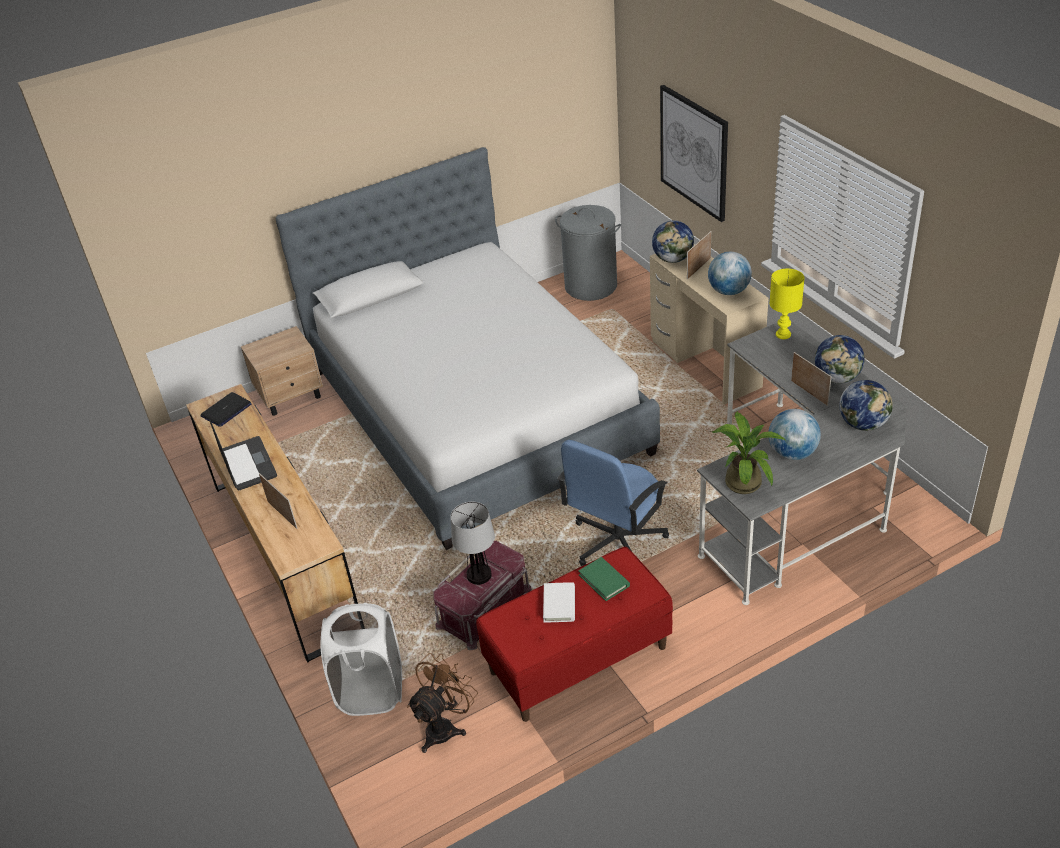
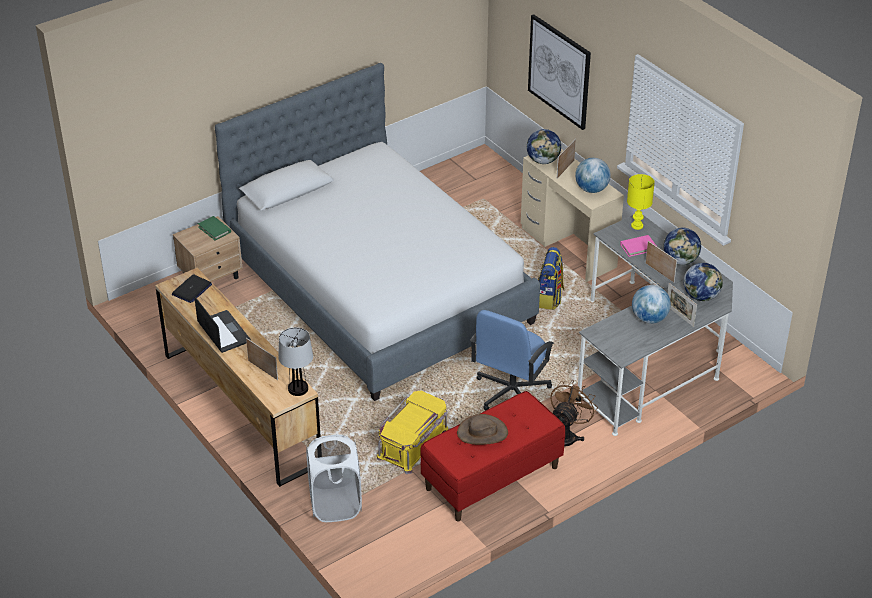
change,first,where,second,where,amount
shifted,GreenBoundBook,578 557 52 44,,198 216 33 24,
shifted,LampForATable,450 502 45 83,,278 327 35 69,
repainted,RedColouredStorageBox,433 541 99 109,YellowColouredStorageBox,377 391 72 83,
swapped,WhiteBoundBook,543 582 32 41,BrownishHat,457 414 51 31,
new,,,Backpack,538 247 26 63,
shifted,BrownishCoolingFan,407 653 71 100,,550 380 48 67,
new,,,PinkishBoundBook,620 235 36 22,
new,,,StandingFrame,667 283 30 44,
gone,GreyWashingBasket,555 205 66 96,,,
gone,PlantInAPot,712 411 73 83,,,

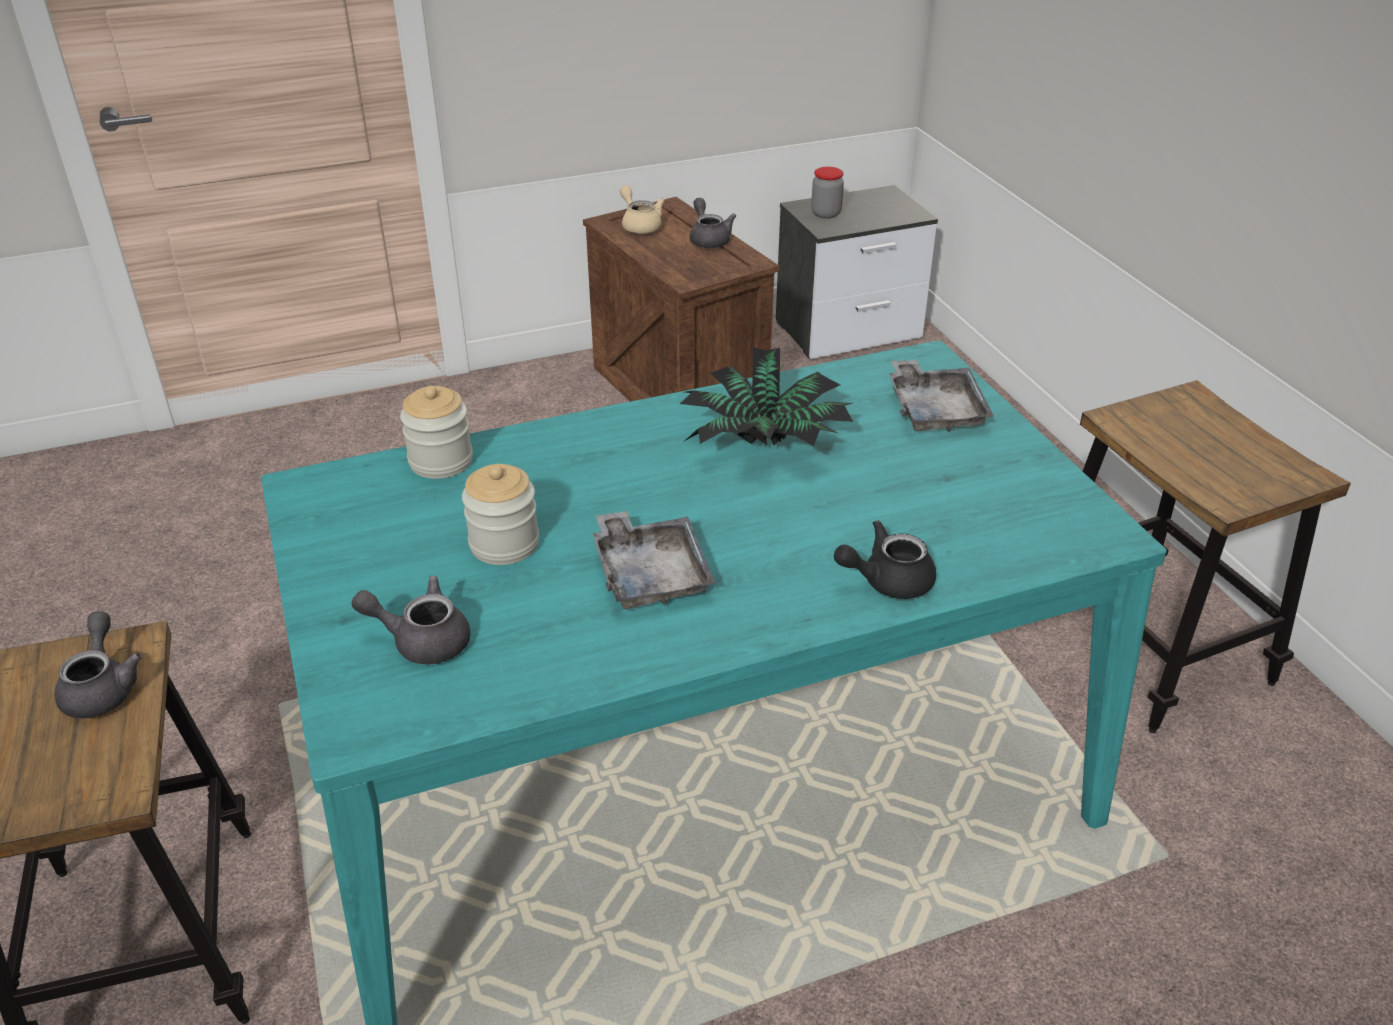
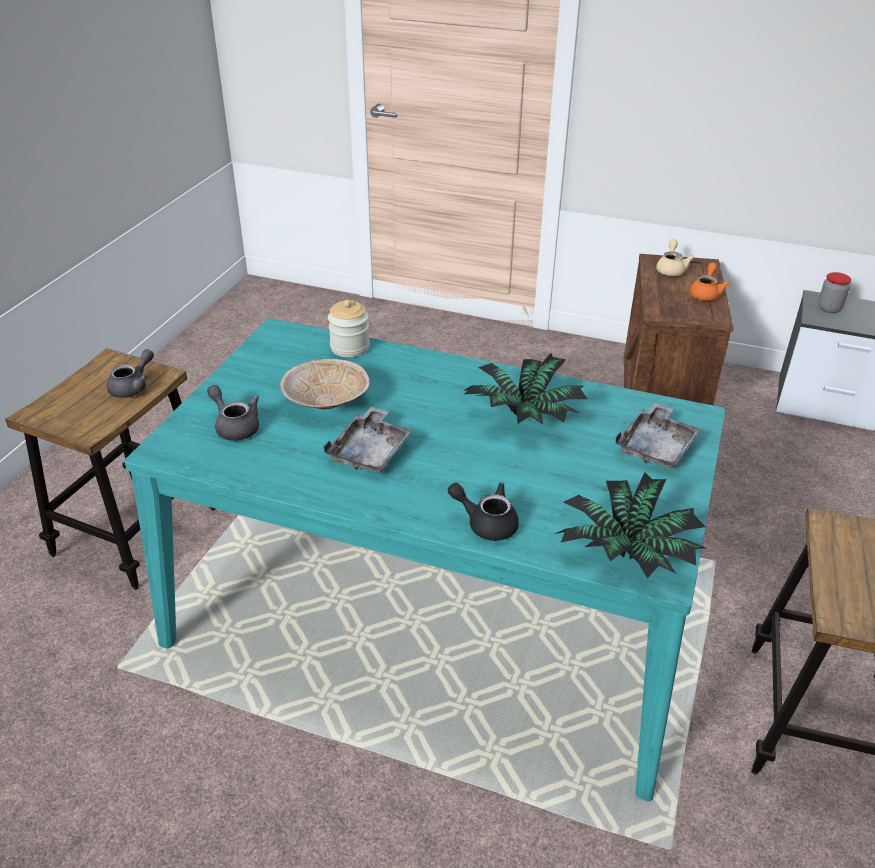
change,first,where,second,where,amount
swapped,StorageJar,462 464 77 101,BeigeBowl,280 359 90 50,
new,,,PlantInAPot,555 472 151 106,
repainted,GreyTeaPot,690 198 46 50,OrangeyTeaPot,689 263 41 38,

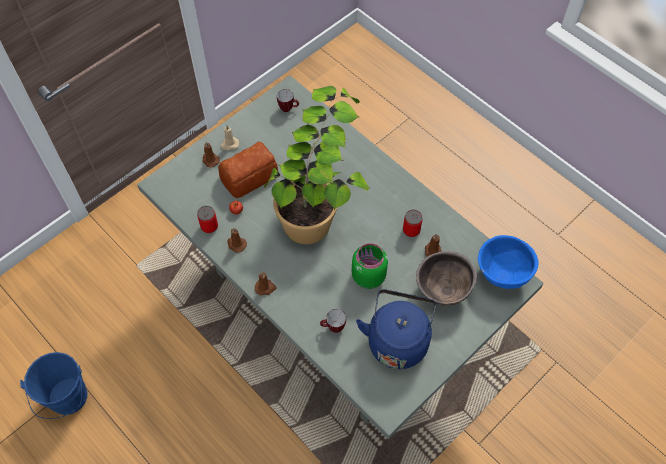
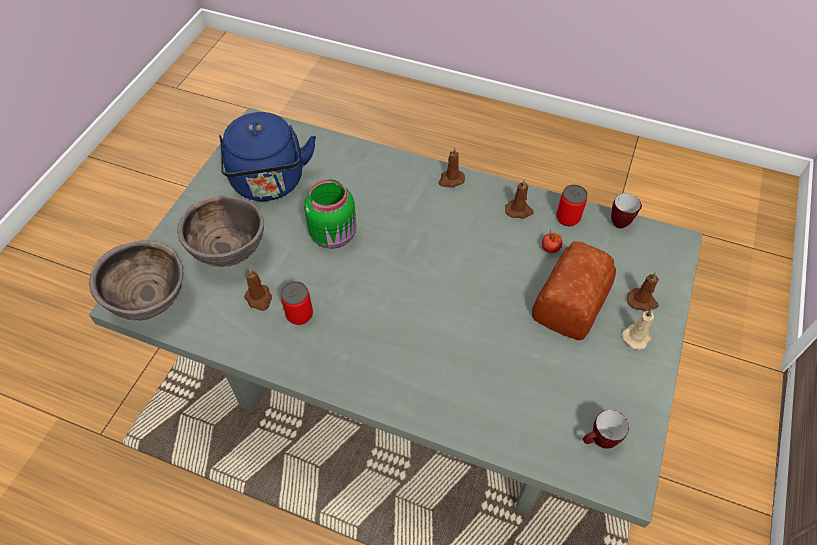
change,first,where,second,where,amount
repainted,BlueColouredBowl,478 235 61 54,BrownishBowl,89 241 94 80,
shifted,TeaMug,320 309 26 24,,611 193 31 35,
gone,BlueColouredBucket,20 352 68 67,,,
gone,PlantInAPot,264 86 106 158,,,

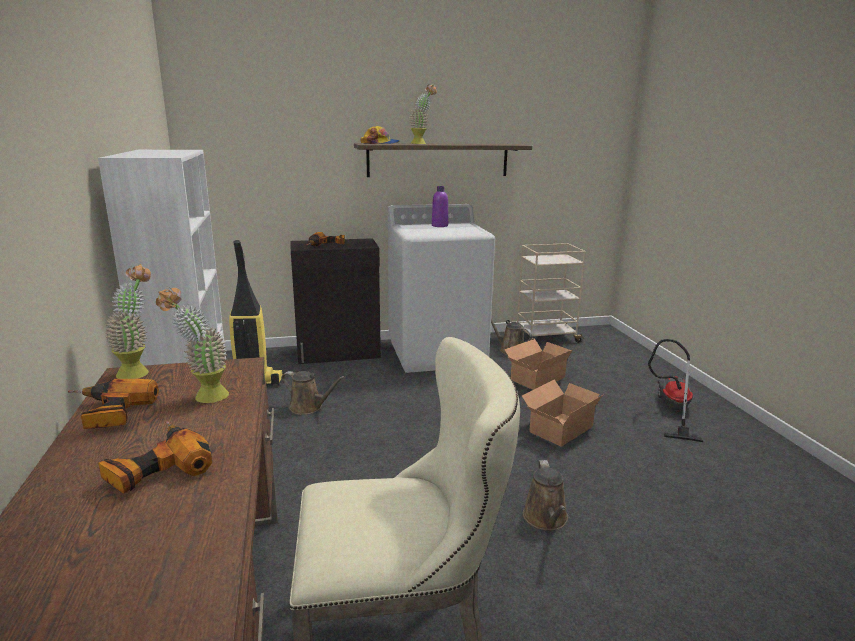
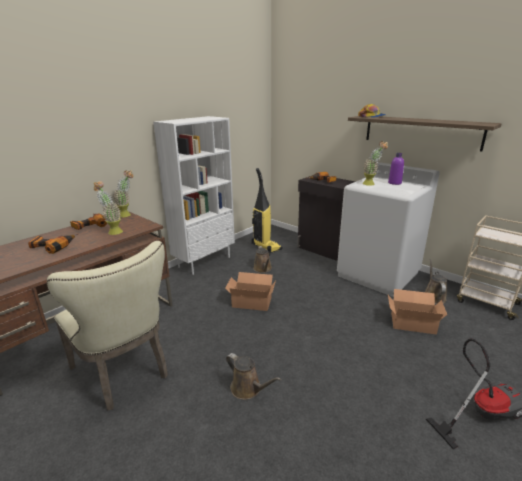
change,first,where,second,where,amount
shifted,Carton,522 379 82 68,,225 272 51 39,
rotated,BrownishWateringCan,523 460 45 71,,226 353 55 47,105 degrees counterclockwise
shifted,PlantInAPot,410 85 27 59,,363 141 25 45,

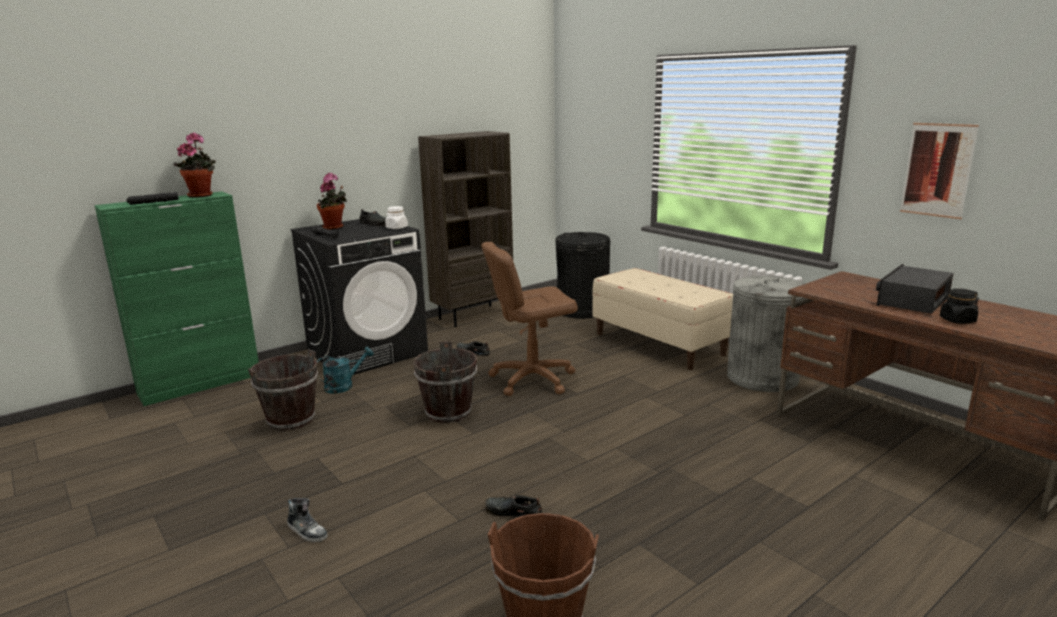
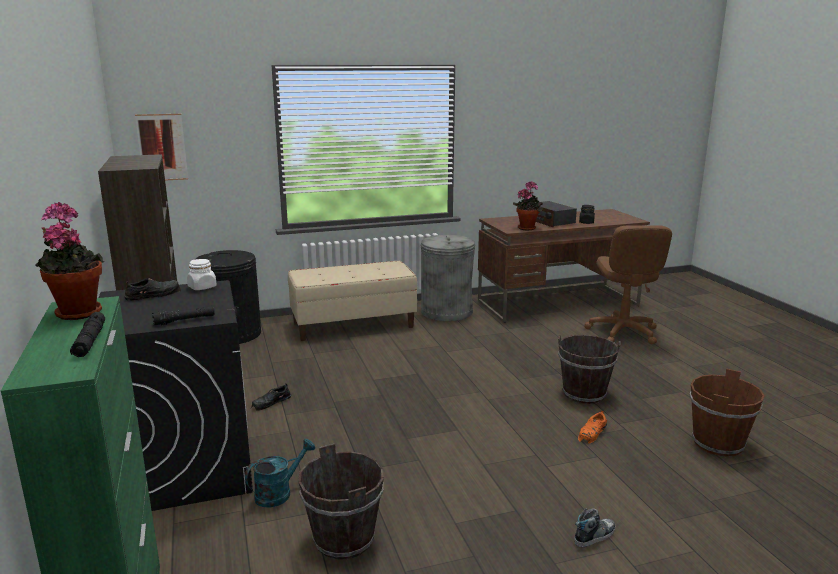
change,first,where,second,where,amount
shifted,WallArt,900 123 79 96,,135 114 53 66,
rotated,BlueGreenWateringCan,316 346 57 48,,245 439 70 68,60 degrees clockwise
shifted,PlantInAPot,317 173 30 57,,513 181 30 49,
shifted,BrownishBucket,413 341 64 82,,558 335 62 69,
repainted,BlackShoe,486 495 57 22,OrangeyShoe,578 410 29 33,
shifted,BrownishDeskChair,481 242 97 154,,584 225 88 119,

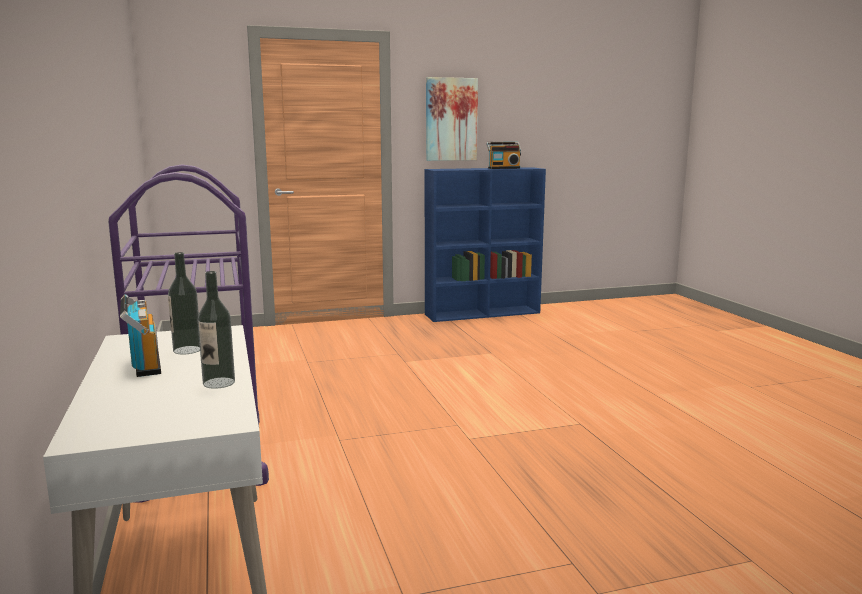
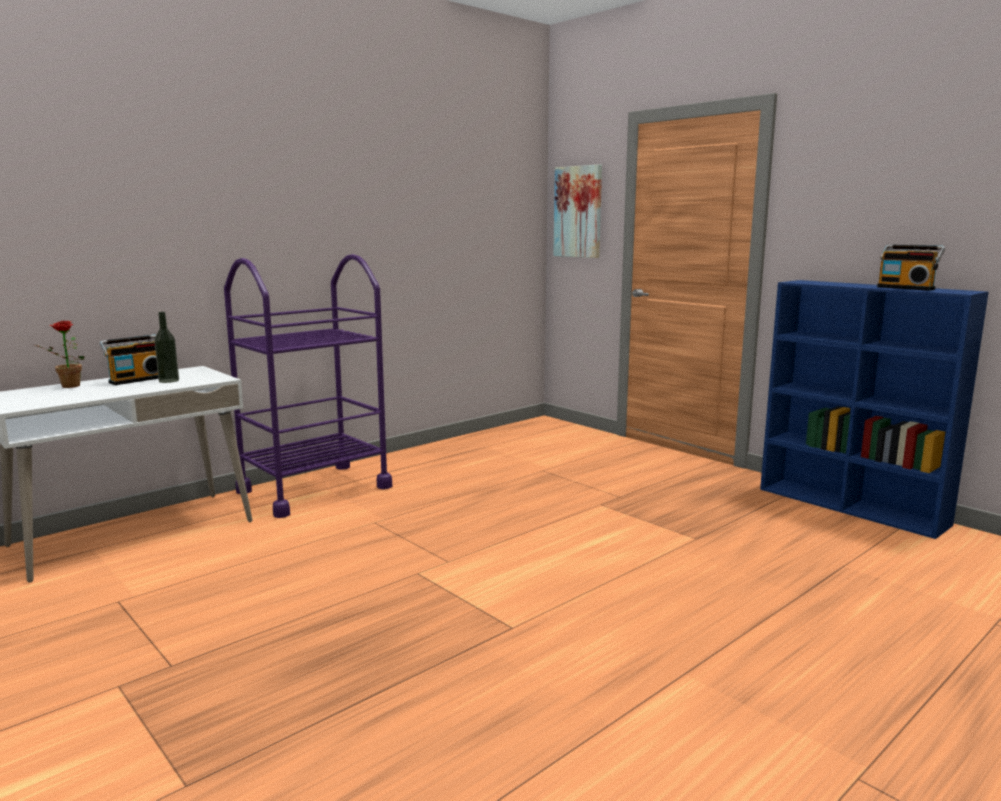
change,first,where,second,where,amount
new,,,PlantInAPot,35 321 50 67,
shifted,WallArt,426 77 52 84,,553 164 49 94,
gone,DrinkBottle,198 271 37 118,,,

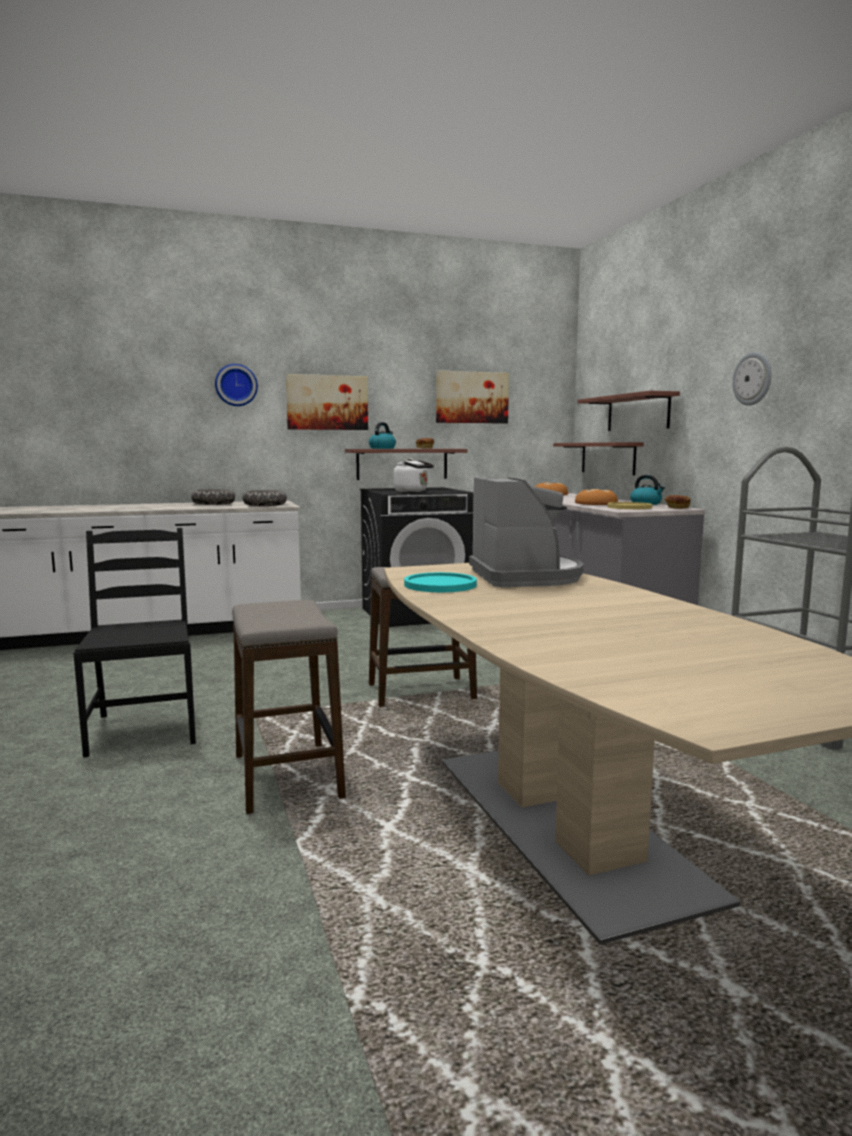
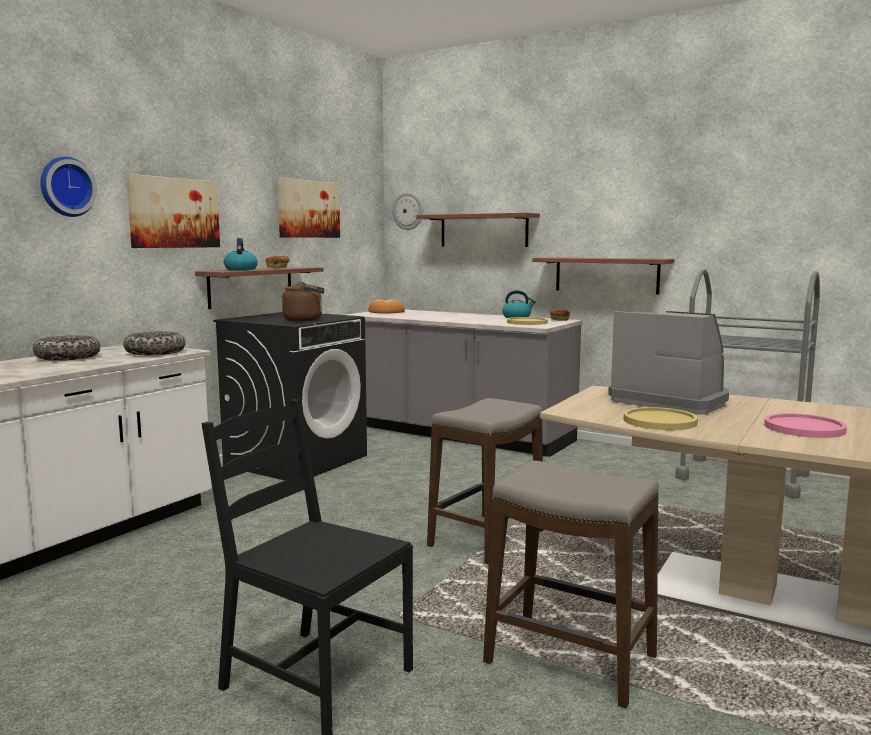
change,first,where,second,where,amount
repainted,WhiteKettle,394 458 40 34,BrownishKettle,282 282 42 40,
shifted,WallClock,732 352 40 54,,392 192 31 38,
shifted,WallShelf,553 442 91 33,,532 257 143 37,
repainted,BlueGreenDinnerPlate,404 572 73 20,YellowColouredDinnerPlate,624 407 74 23,
new,,,PinkishDinnerPlate,764 413 83 25,
gone,BakedBread,575 489 43 16,,,

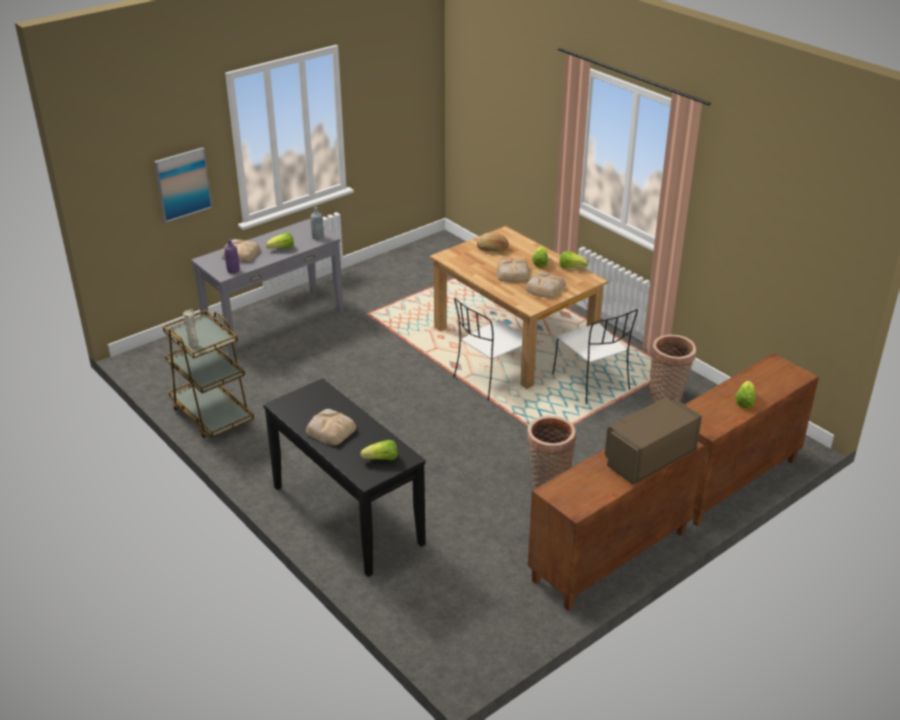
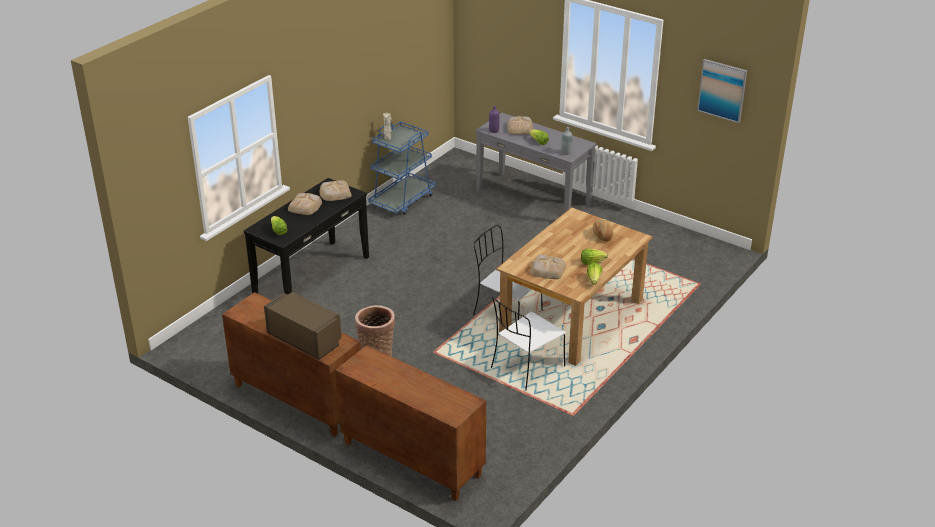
change,first,where,second,where,amount
shifted,BakedBread,496 259 34 23,,320 180 32 21,
repainted,BrownishTrolley,163 310 91 128,BlueColouredTrolley,368 121 68 94,
shifted,WallArt,154 147 59 76,,697 59 50 64,
gone,Basket,649 335 47 67,,,
gone,Lettuce,735 381 20 27,,,

